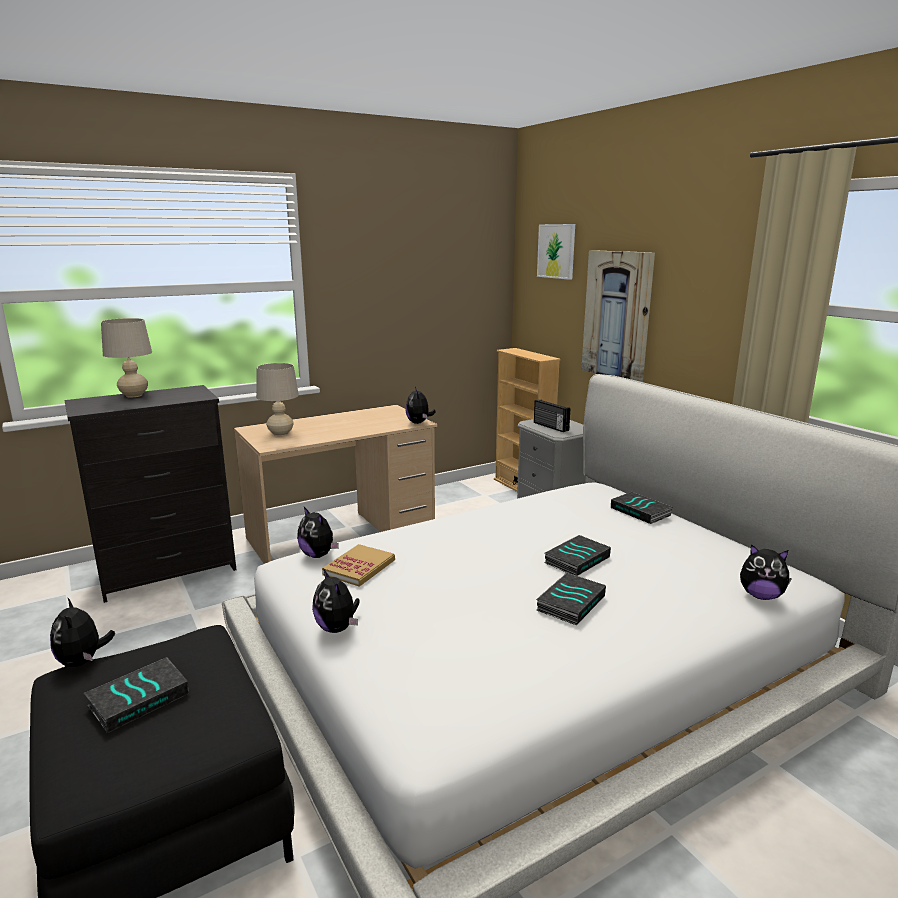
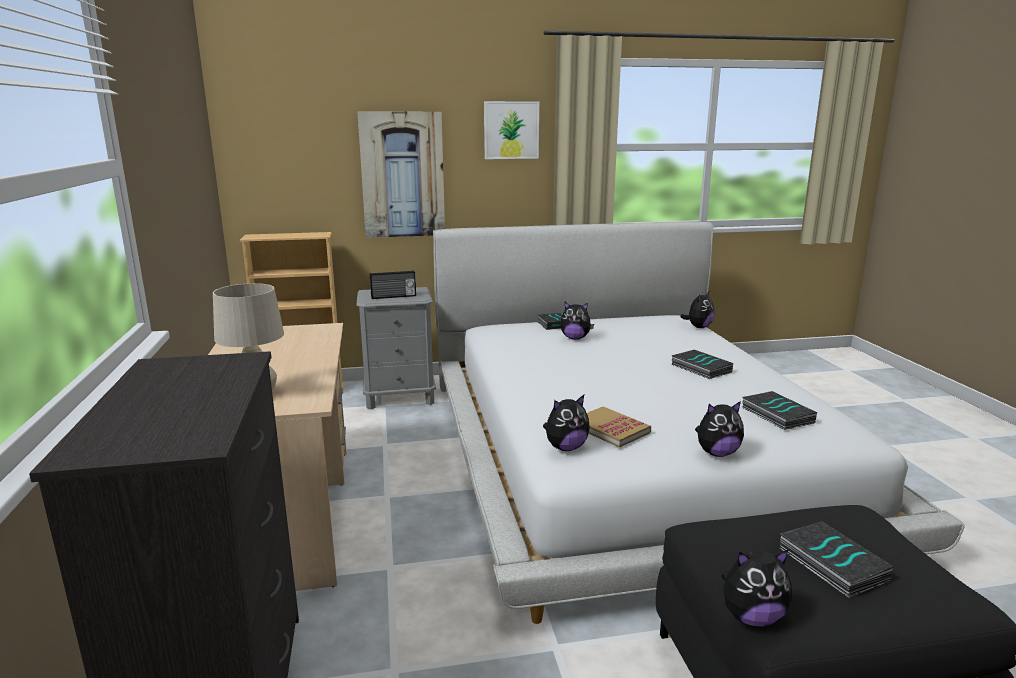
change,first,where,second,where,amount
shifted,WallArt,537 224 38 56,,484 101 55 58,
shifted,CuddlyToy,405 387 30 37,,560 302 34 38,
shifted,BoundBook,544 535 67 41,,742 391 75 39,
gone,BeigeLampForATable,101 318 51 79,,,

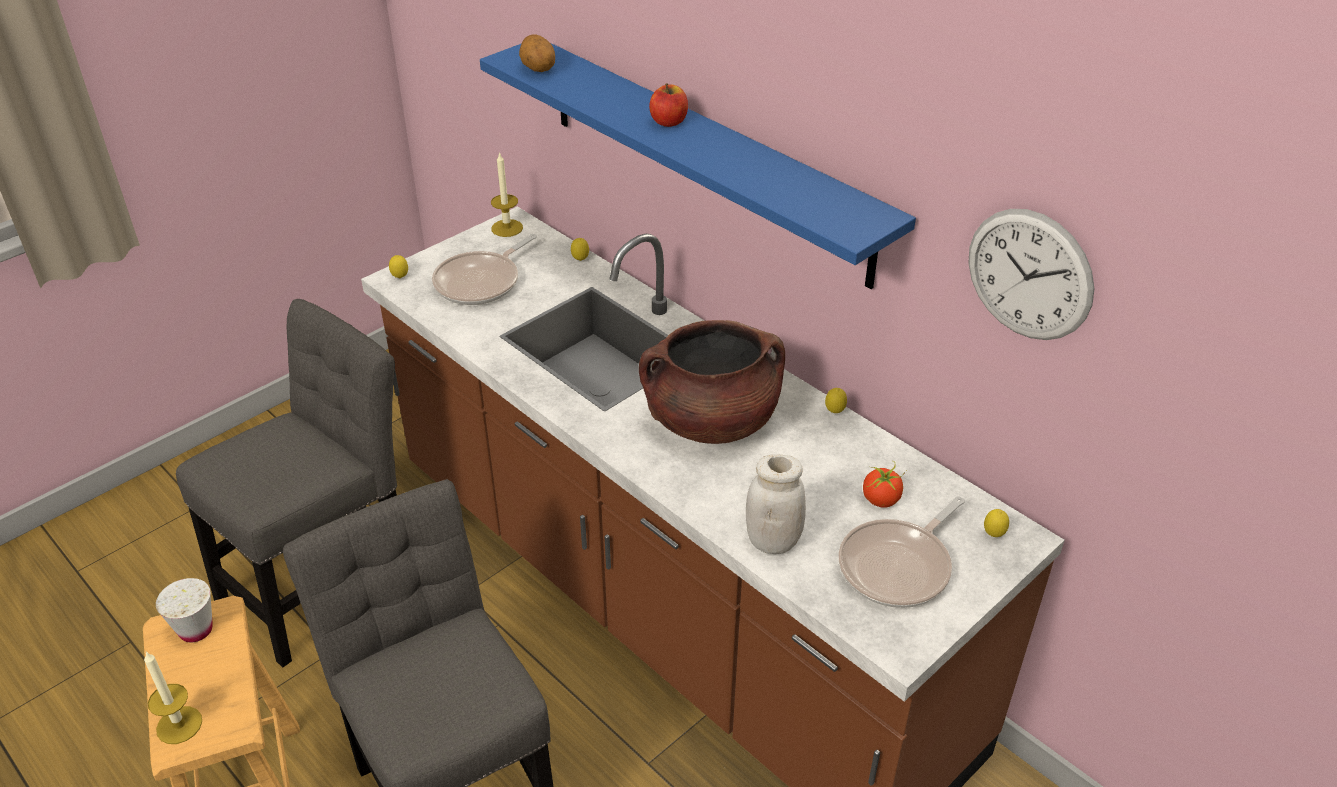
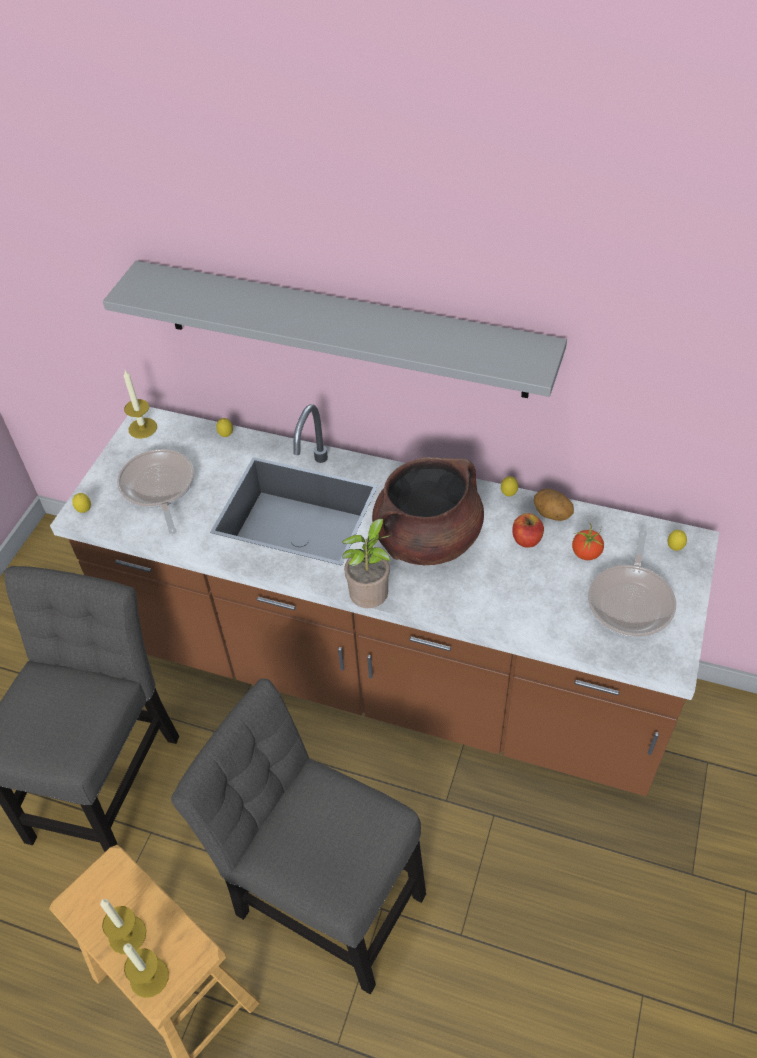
change,first,where,second,where,amount
new,,,WaxLight,100 899 46 55,
repainted,BlueColouredWallShelf,480 43 436 246,GreyWallShelf,103 261 464 137,
rotated,Pan,432 234 105 71,,117 449 77 85,150 degrees clockwise
new,,,PlantInAPot,342 519 49 89,
shifted,Apple,649 83 39 44,,512 513 32 35,
shifted,Potato,519 35 36 37,,534 488 40 33,
gone,WhiteDrinkingCup,156 578 57 64,,,
gone,WhiteStorageJar,746 454 60 100,,,
gone,WallClock,968 209 127 131,,,

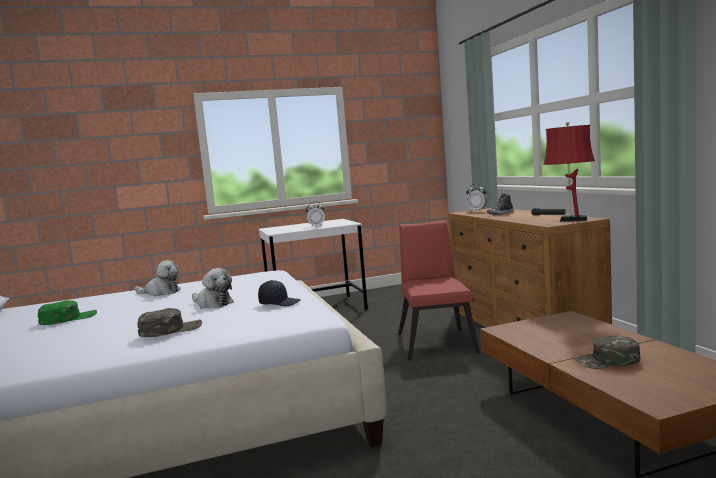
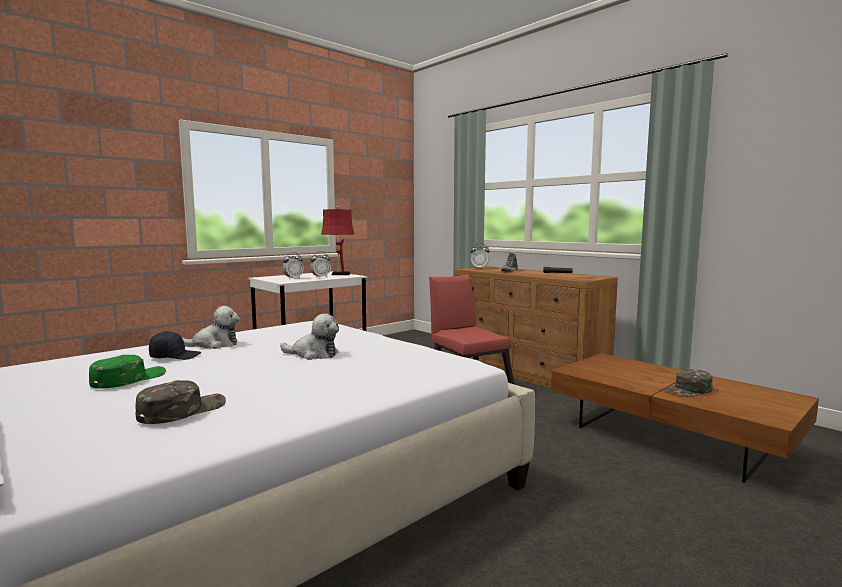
change,first,where,second,where,amount
shifted,GreenCap,138 308 64 29,,135 380 91 44,
shifted,BlackCap,258 280 43 26,,149 331 52 29,
new,,,AlarmClock,282 252 22 26,
shifted,RedColouredLampForATable,543 122 52 99,,321 206 33 69,

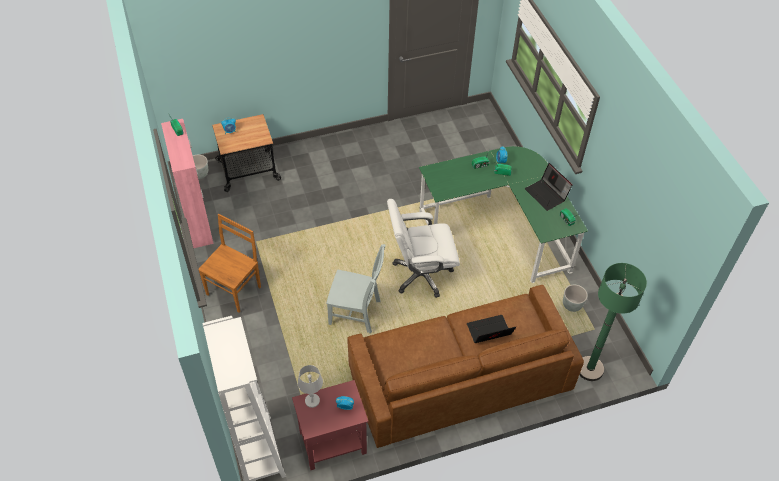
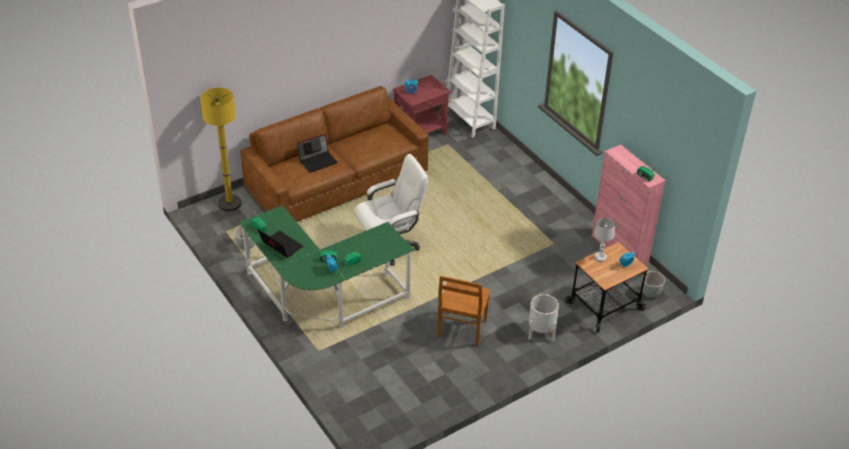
change,first,where,second,where,amount
repainted,GreenStandardLamp,579 263 68 118,YellowColouredStandardLamp,200 88 42 123,
shifted,BrownishPlainChair,199 214 62 99,,438 276 52 70,
new,,,WhitePlantPot,529 294 30 47,
shifted,WhiteLampForATable,298 365 25 43,,594 218 21 44,
gone,GreyPlainChair,326 244 60 90,,,

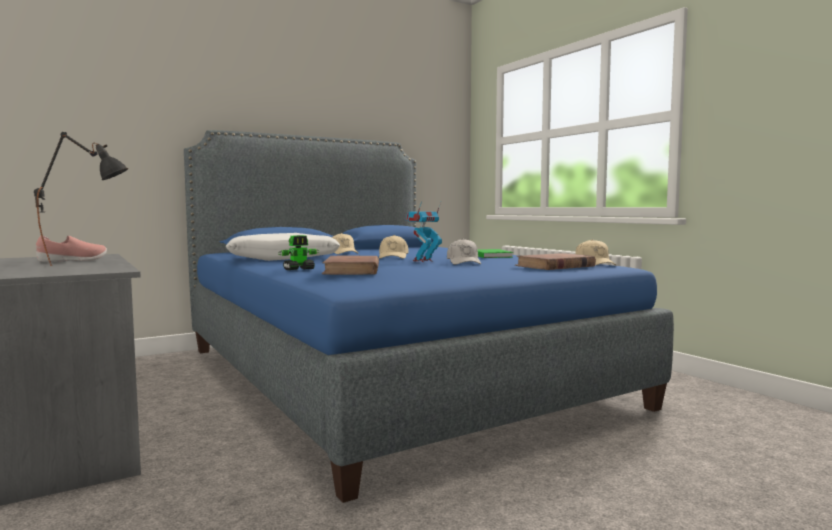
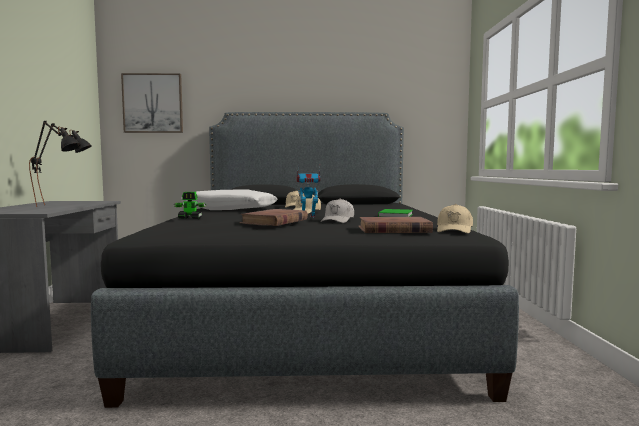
change,first,where,second,where,amount
swapped,PinkishShoe,36 236 71 26,BlackLampForATable,36 123 56 82,
repainted,BlueColouredBed,184 130 490 373,BlackBed,91 112 428 296,
new,,,WallArt,121 73 62 60,
shifted,BrownishBoundBook,322 256 57 19,,239 209 69 17,

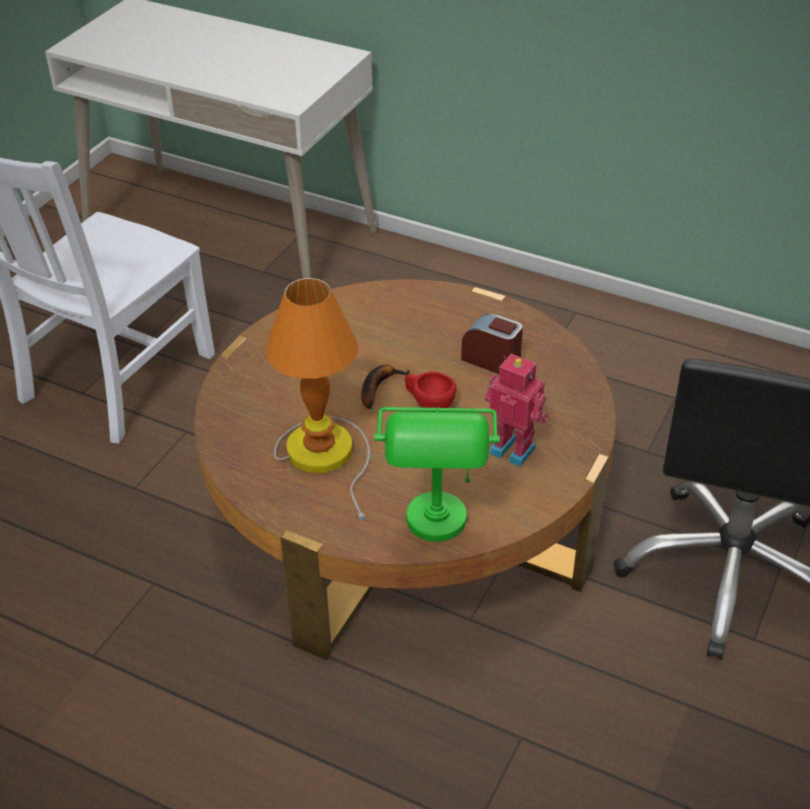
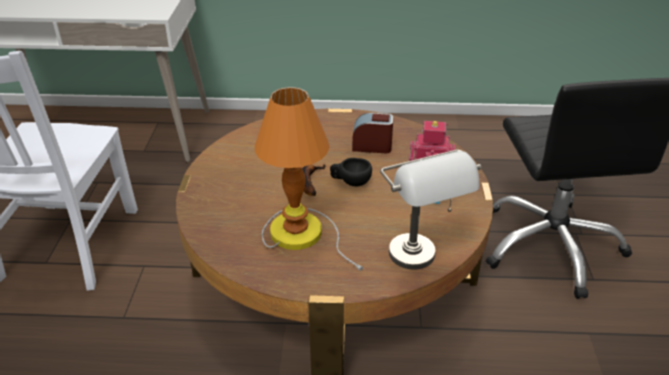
change,first,where,second,where,amount
repainted,RedColouredDrinkingCup,405 371 52 37,BlackDrinkingCup,330 158 42 28,
repainted,GreenLampForATable,374 407 126 135,GreyLampForATable,380 150 101 120,

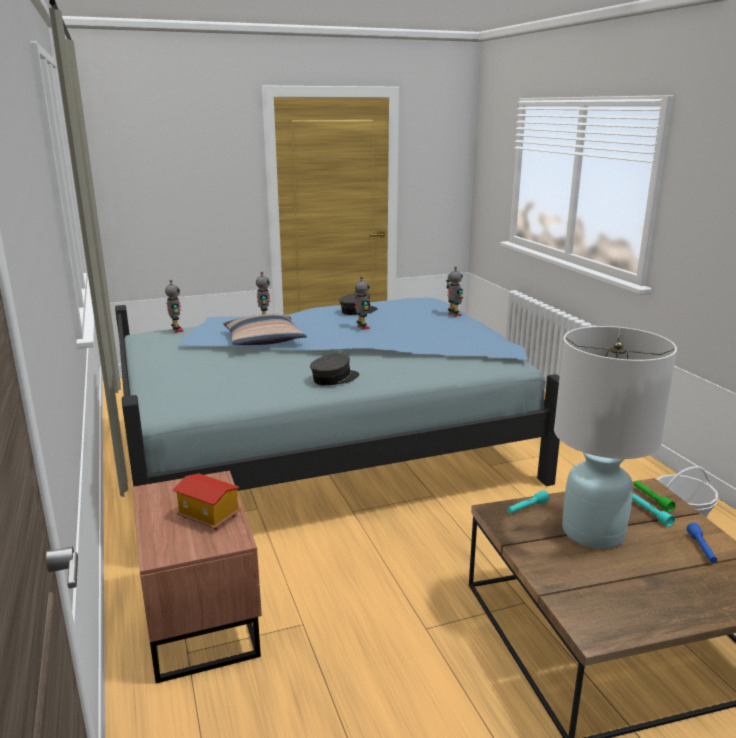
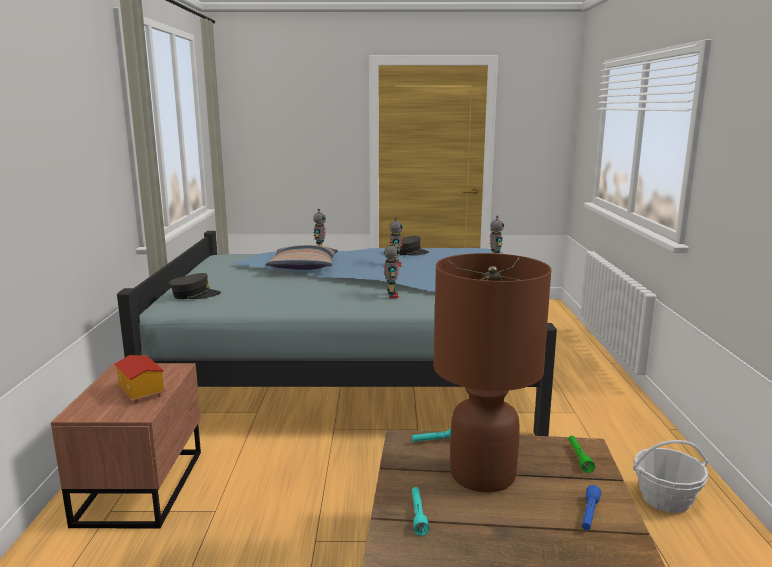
change,first,where,second,where,amount
shifted,GreyCap,310 353 49 33,,169 273 52 26,
shifted,RobotFigure,165 280 18 53,,384 240 16 58,
shifted,BlueGreenTorch,632 494 43 33,,412 487 17 49,
repainted,WhiteLampForATable,554 326 123 223,BrownishLampForATable,433 253 119 239,

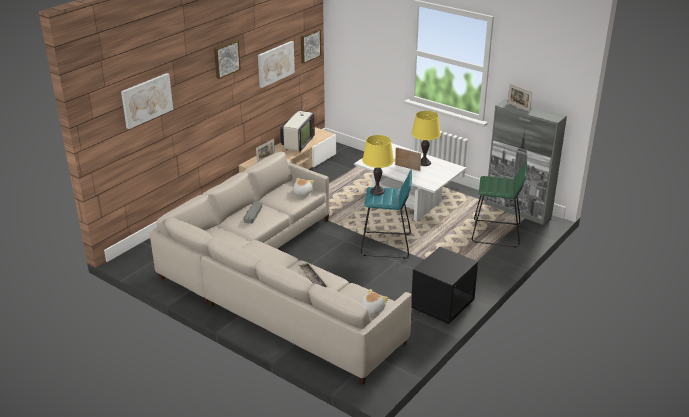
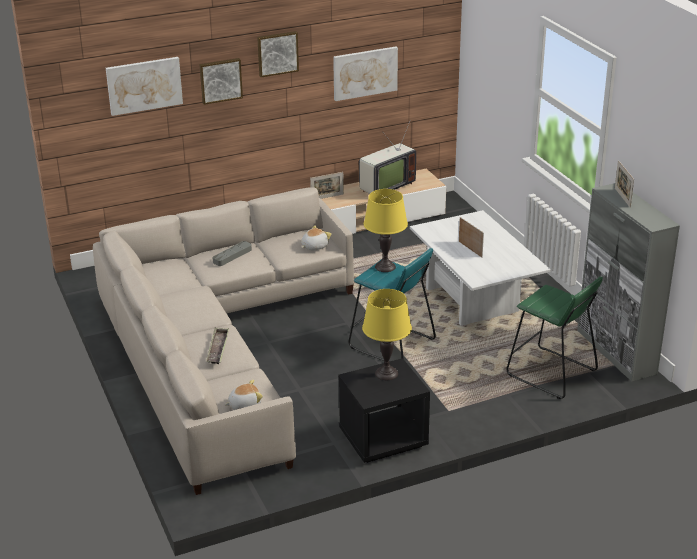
change,first,where,second,where,amount
shifted,WallArt,301 29 20 35,,200 58 43 47,
shifted,YellowColouredLampForATable,411 111 30 55,,362 289 50 91,

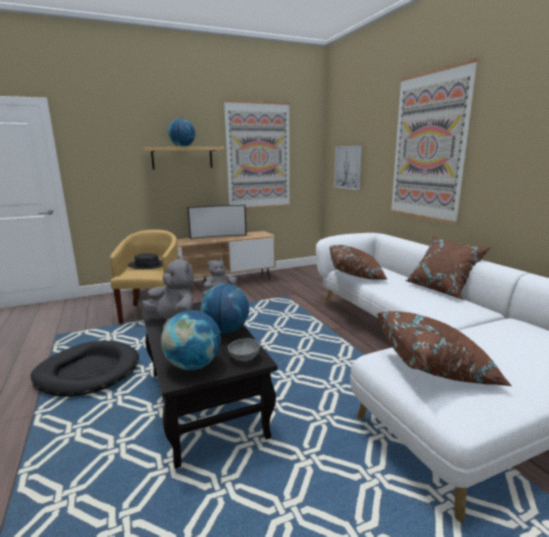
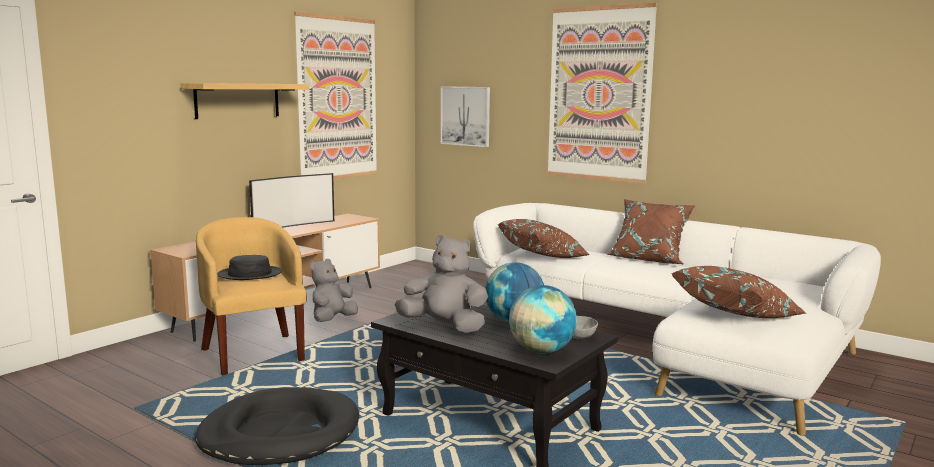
change,first,where,second,where,amount
gone,Globe,168 118 27 29,,,

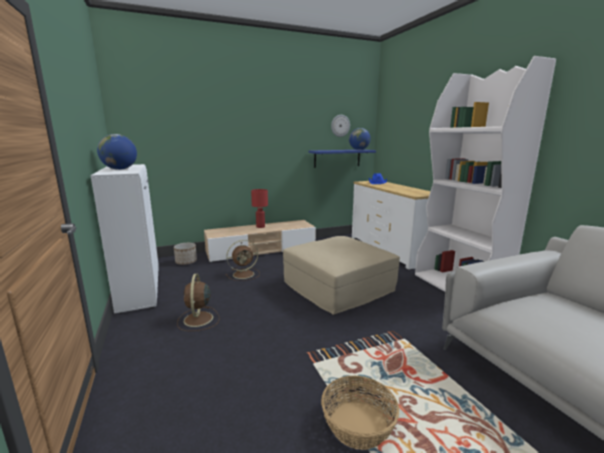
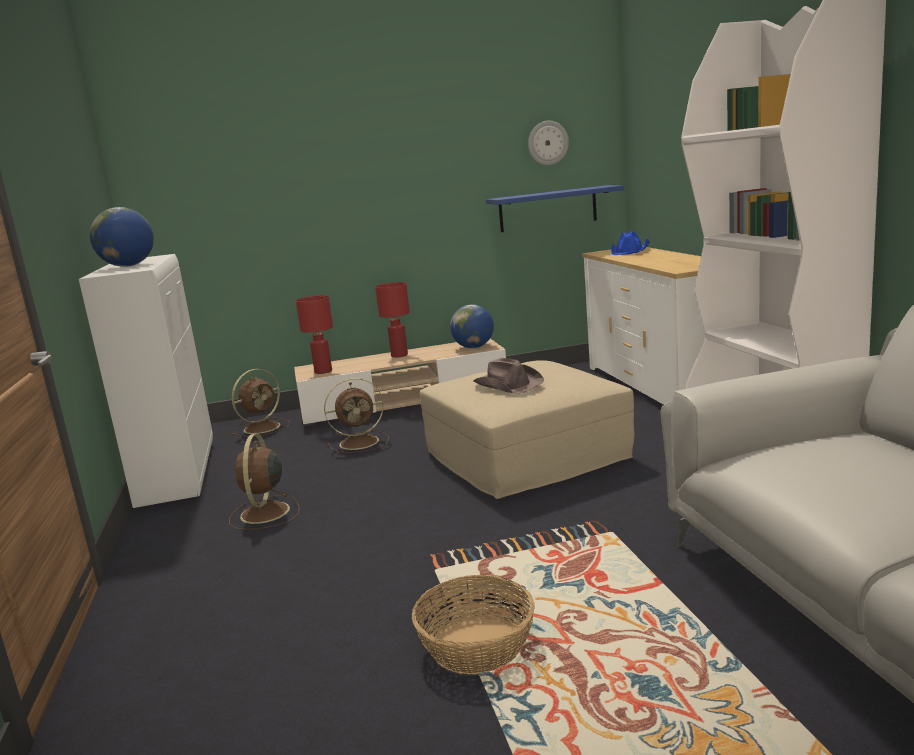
change,first,where,second,where,amount
swapped,PlantPot,174 243 23 22,BrownishCoolingFan,232 369 58 68,
new,,,RedColouredLampForATable,296 295 37 79,
shifted,Globe,349 128 22 22,,450 304 44 44,
new,,,BrownishHat,473 358 71 36,

